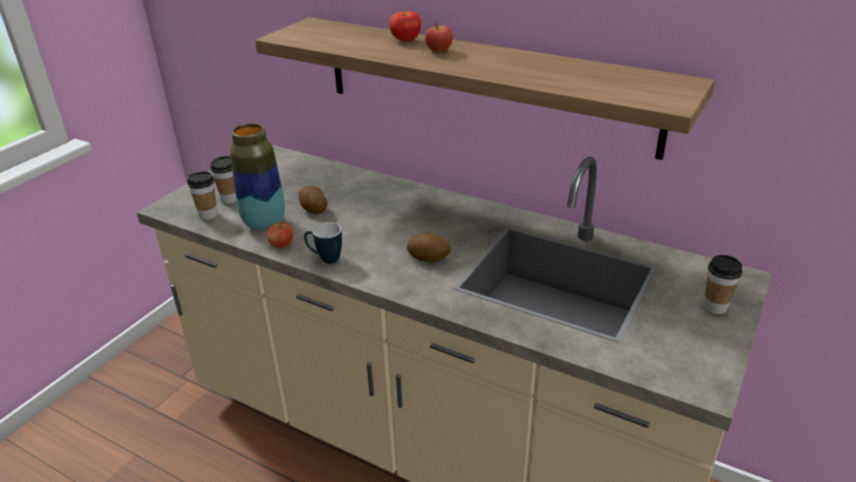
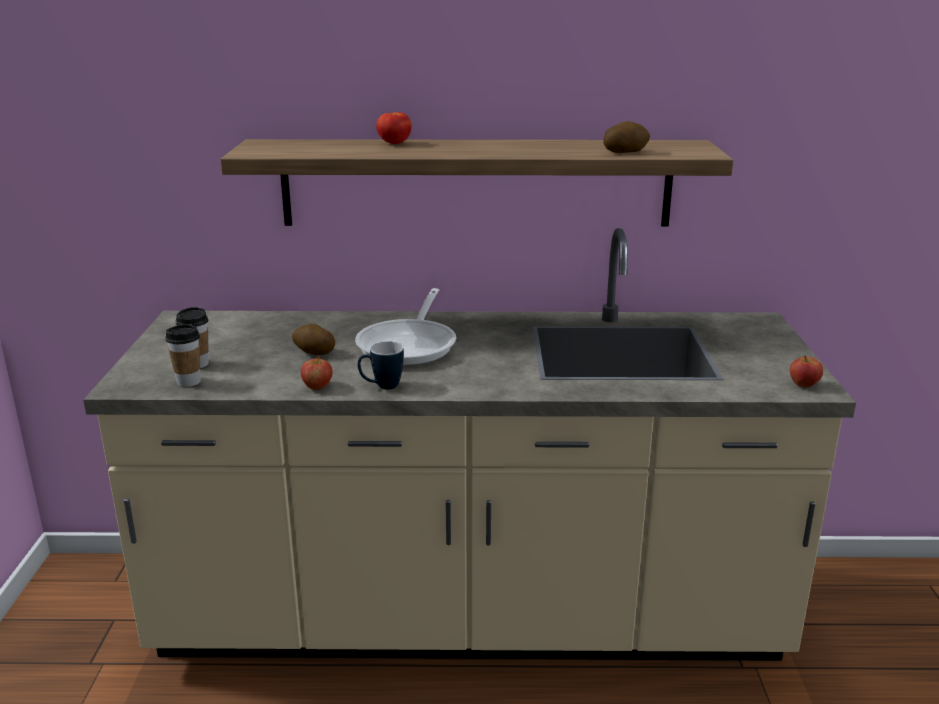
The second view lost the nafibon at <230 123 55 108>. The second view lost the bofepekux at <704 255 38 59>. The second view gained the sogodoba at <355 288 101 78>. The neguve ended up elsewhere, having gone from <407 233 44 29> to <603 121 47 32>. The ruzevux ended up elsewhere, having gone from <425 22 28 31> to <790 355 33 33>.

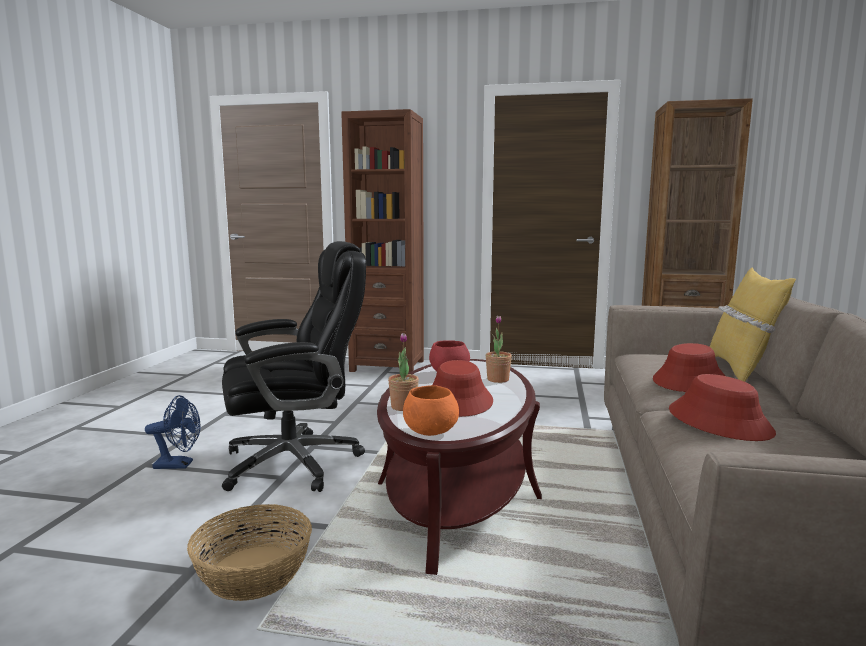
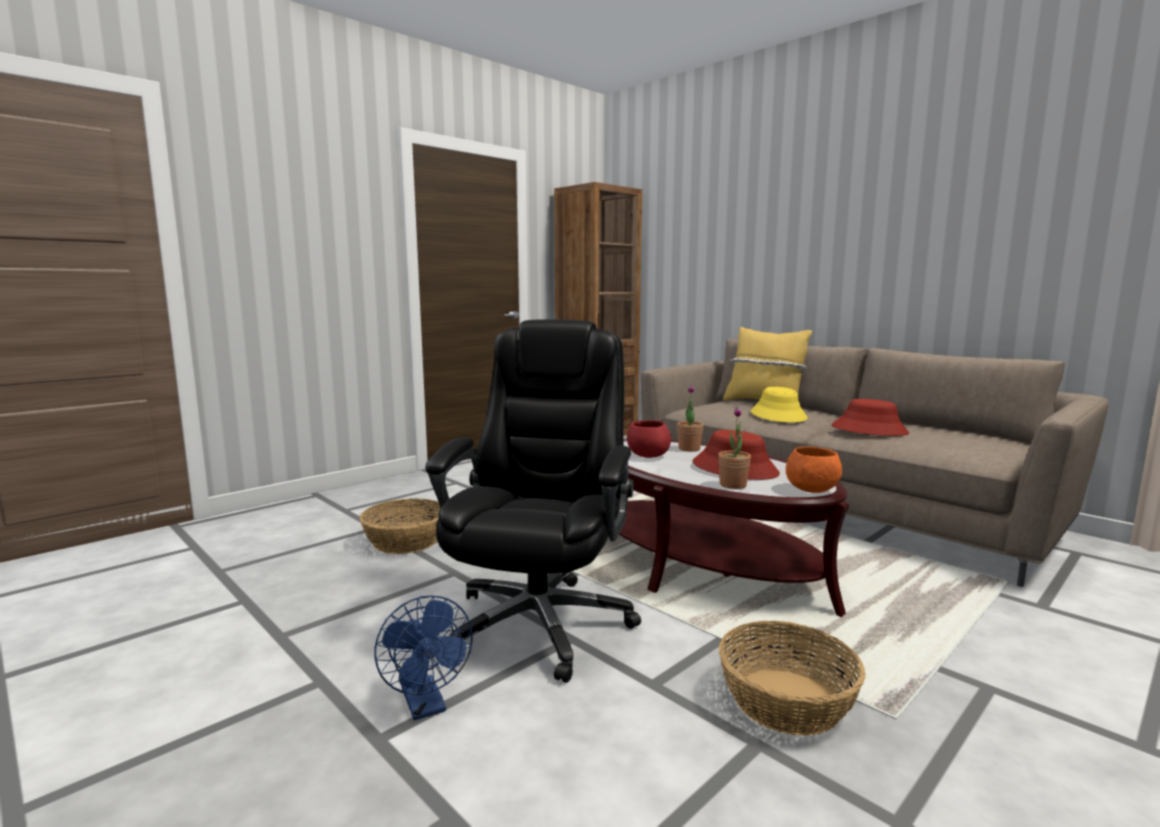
The second view lost the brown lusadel at <341 109 83 263>. The second view gained the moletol at <360 498 80 56>. What was the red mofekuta at <653 343 72 49> turned into the yellow mofekuta at <751 387 57 36>. The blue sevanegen at <145 395 56 74> ended up facing another way, 120 degrees clockwise from before.

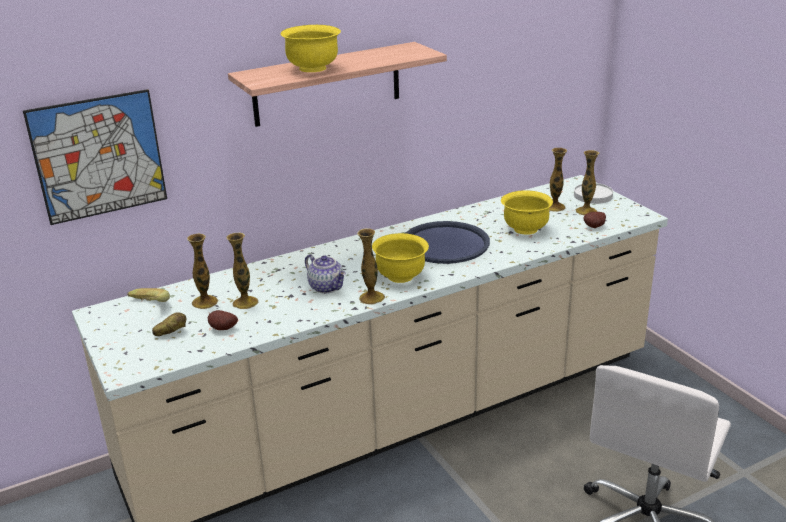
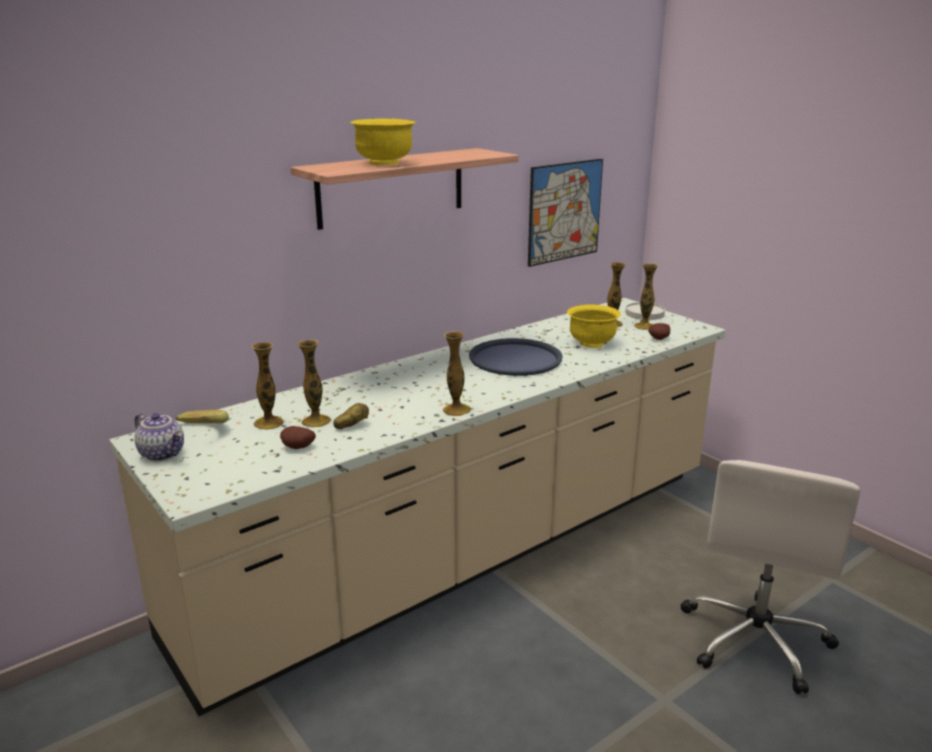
The second view lost the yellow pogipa at <372 233 57 50>. The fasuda ended up elsewhere, having gone from <23 89 144 136> to <528 159 75 108>. The neguve ended up elsewhere, having gone from <152 312 34 24> to <333 403 36 26>. The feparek ended up elsewhere, having gone from <305 254 41 39> to <134 413 50 48>.

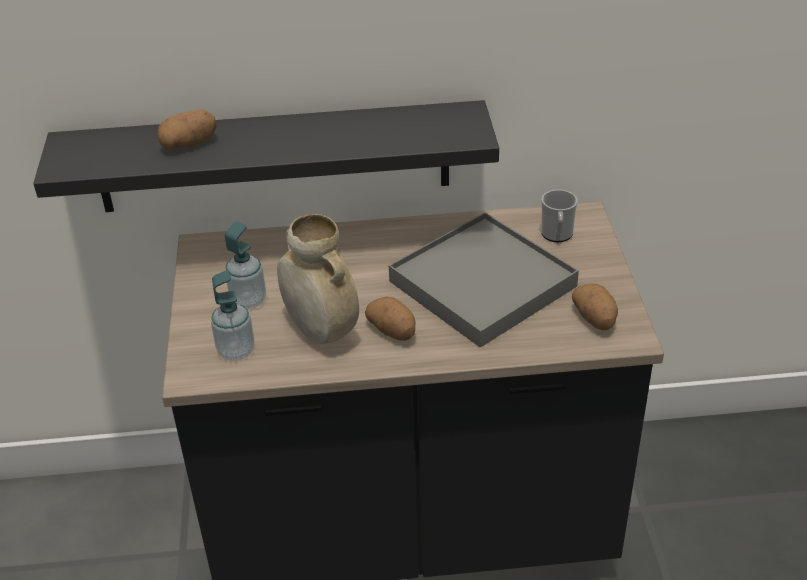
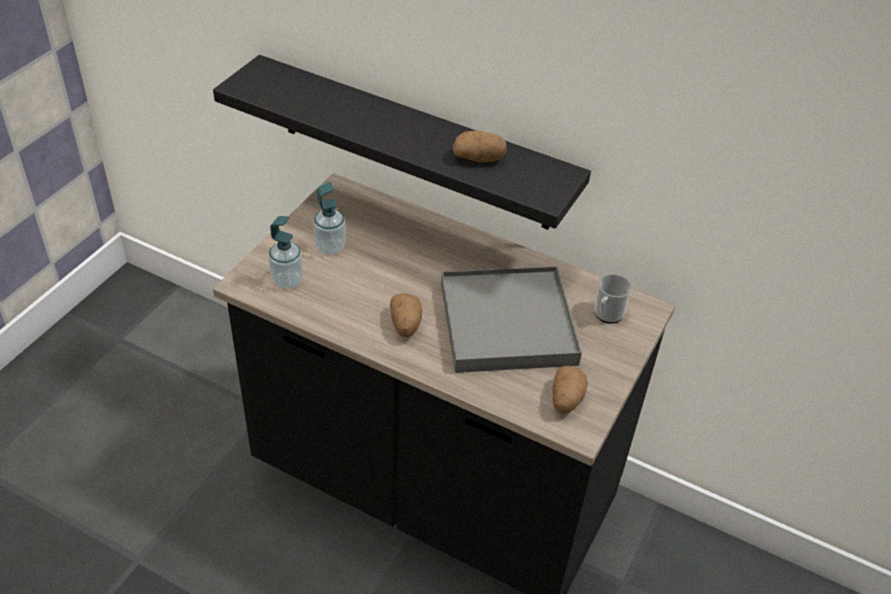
The second view lost the beige nafibon at <277 214 82 130>. The neguve ended up elsewhere, having gone from <157 110 60 39> to <452 131 55 32>.

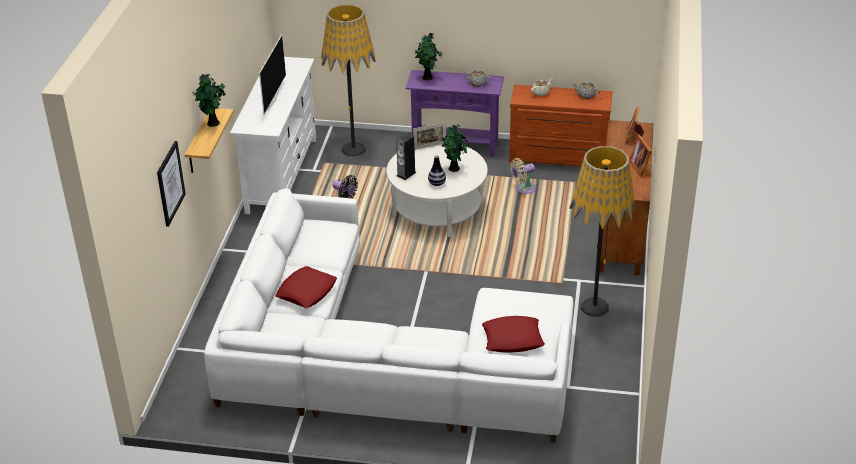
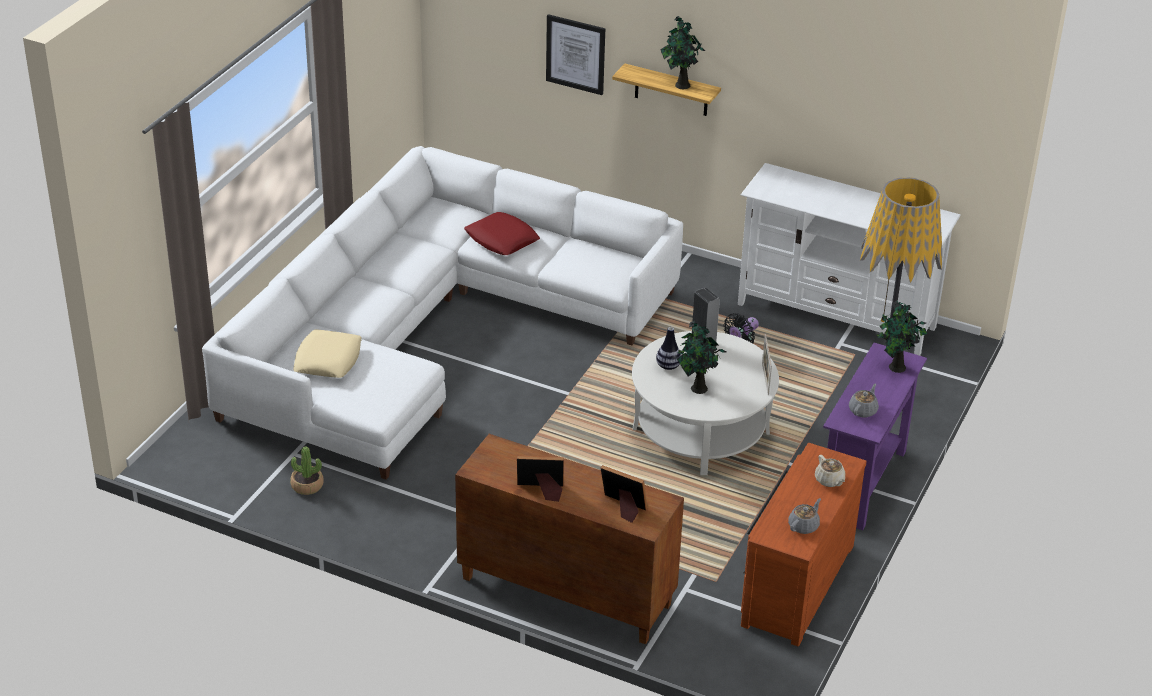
The second view lost the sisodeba at <259 34 27 81>. The second view lost the beige sevanegen at <511 158 25 36>. The second view lost the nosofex at <569 146 67 171>. The second view gained the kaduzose at <290 447 34 48>. What was the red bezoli at <482 316 63 37> turned into the beige bezoli at <293 329 68 49>.

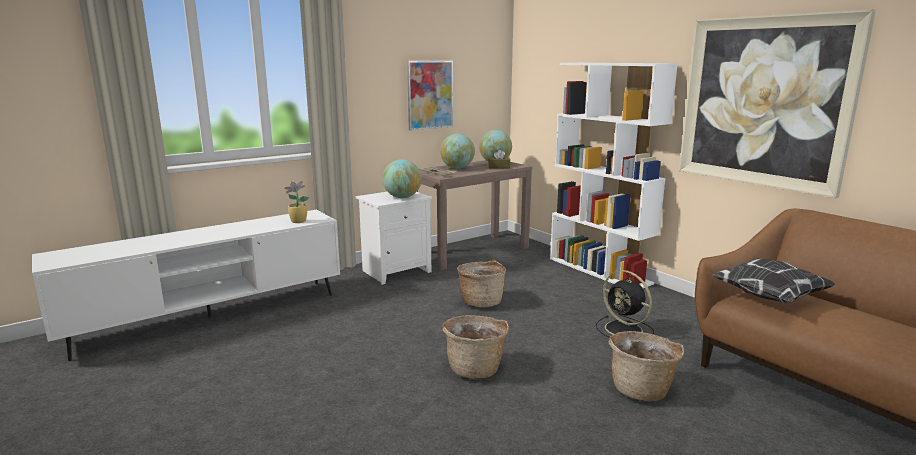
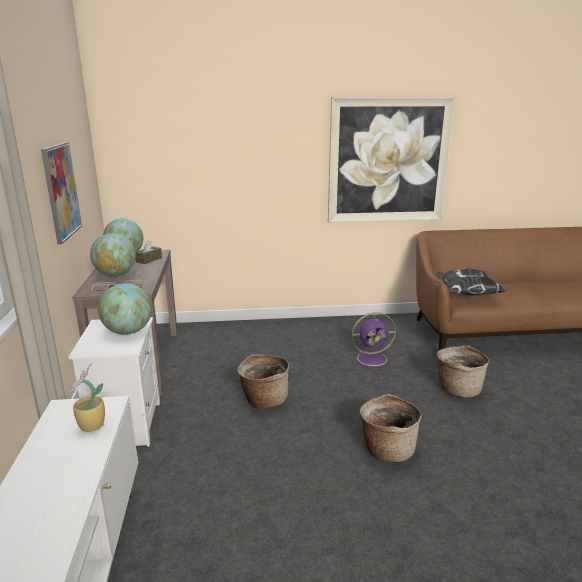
The second view lost the white lusadel at <550 63 128 225>. What was the black sevanegen at <596 270 58 67> turned into the purple sevanegen at <348 312 48 58>.

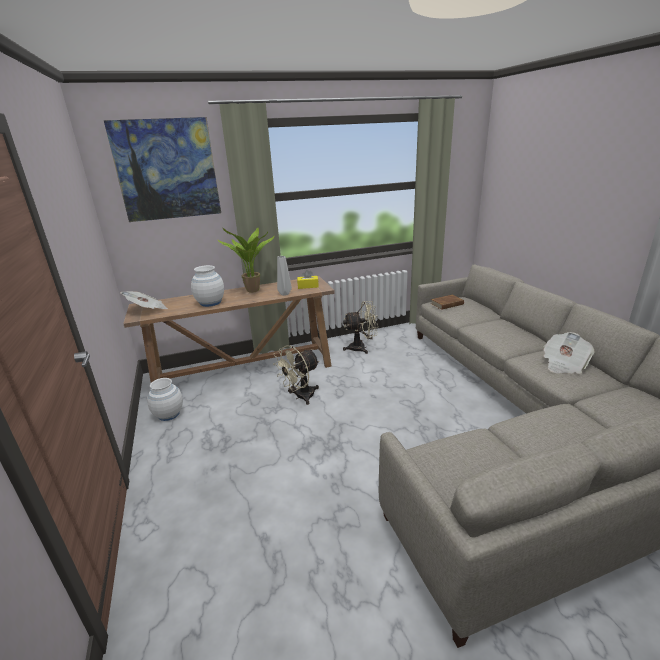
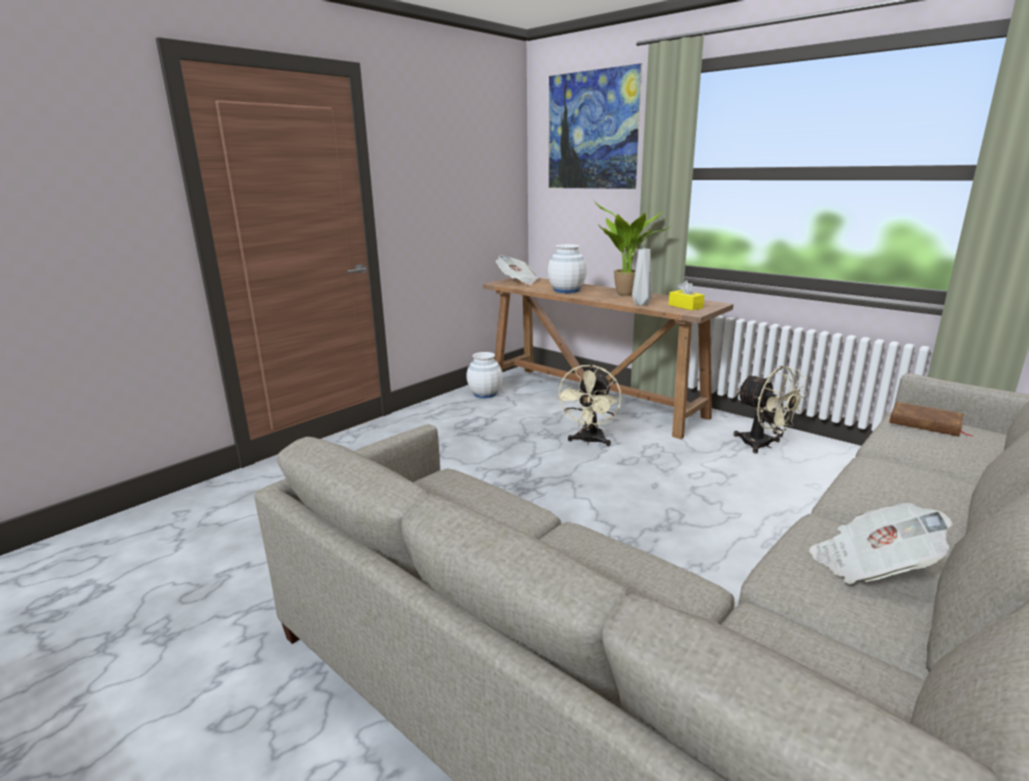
The beige sevanegen at <273 345 47 60> ended up facing another way, 90 degrees counterclockwise from before.

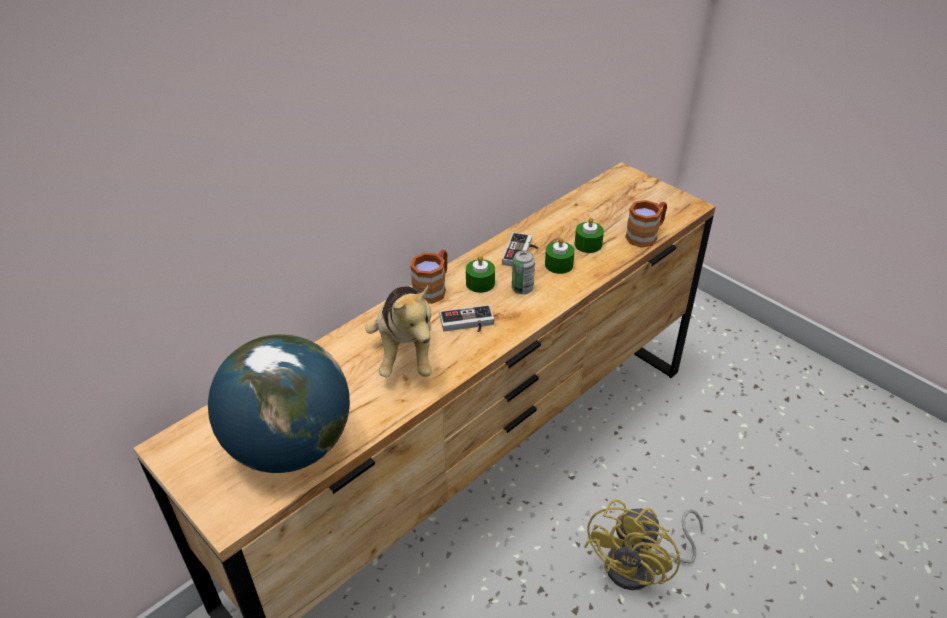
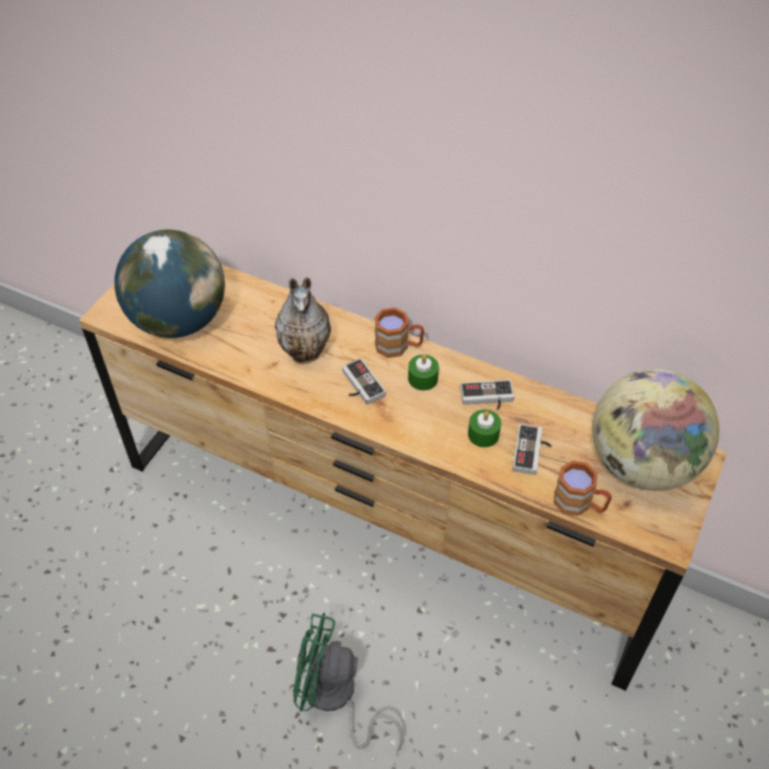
The second view lost the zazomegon at <512 250 23 44>. The second view gained the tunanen at <592 369 127 122>. Where the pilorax stood at <365 286 67 91>, the nafibon came to stand at <275 277 56 87>. Where the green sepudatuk stood at <575 217 29 36>, the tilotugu came to stand at <513 424 39 51>. What was the yellow sevanegen at <584 500 119 90> turned into the green sevanegen at <293 613 111 138>.

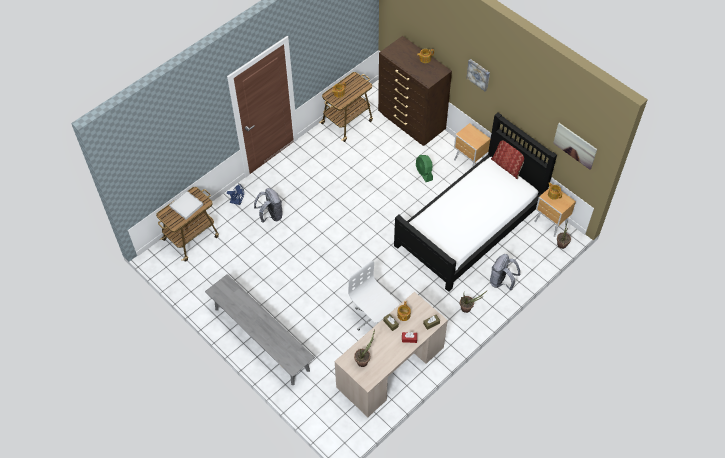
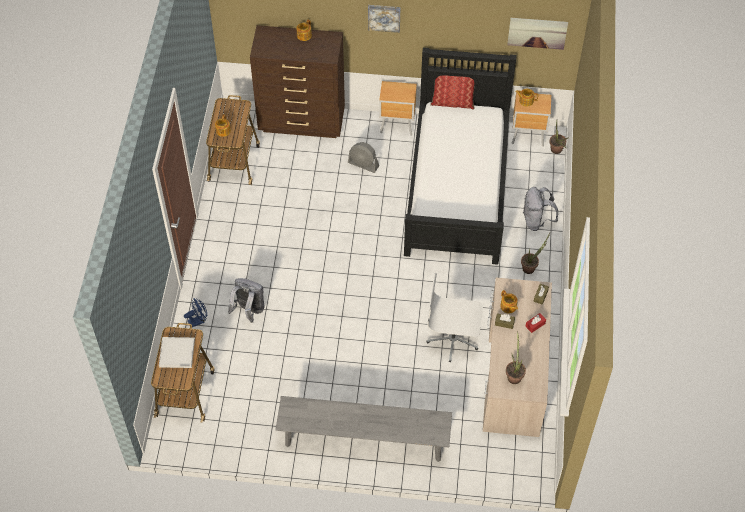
What was the green sevanegen at <416 155 17 27> turned into the grey sevanegen at <348 142 31 31>.

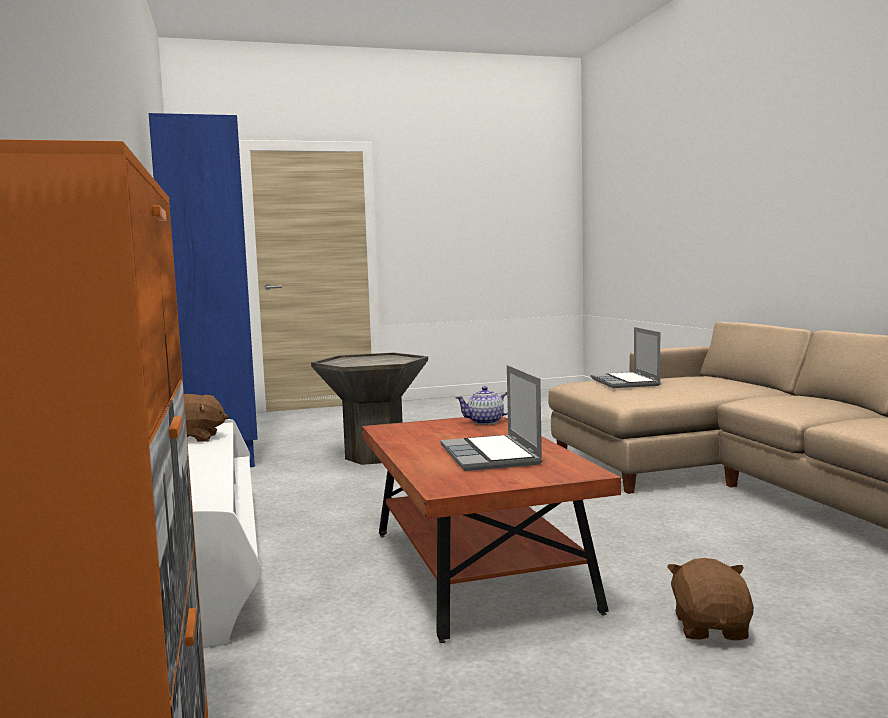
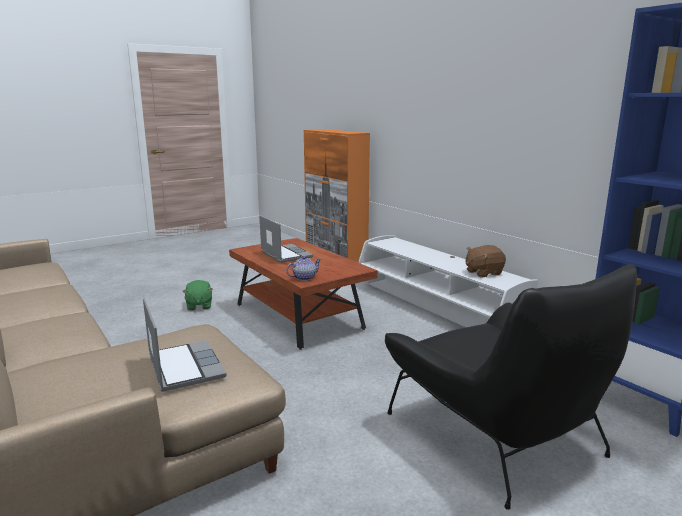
Where the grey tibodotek stood at <311 353 117 112>, the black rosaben came to stand at <385 264 252 246>. What was the brown pilorax at <667 558 87 82> turned into the green pilorax at <182 280 30 31>.

